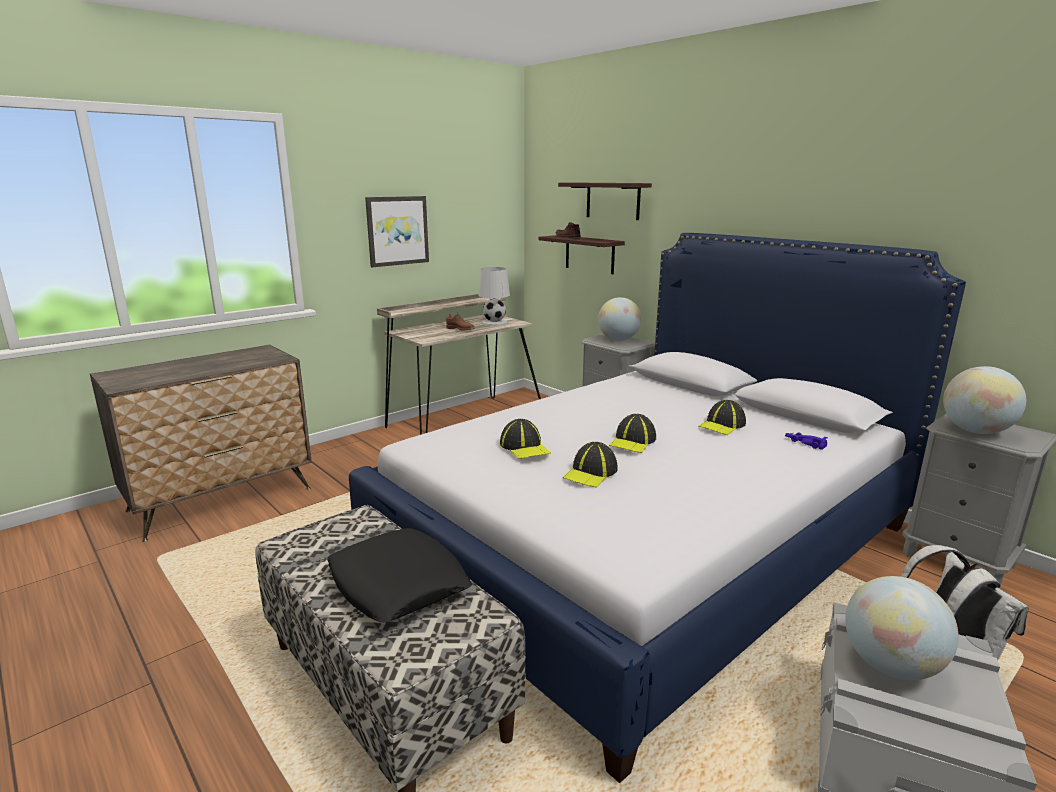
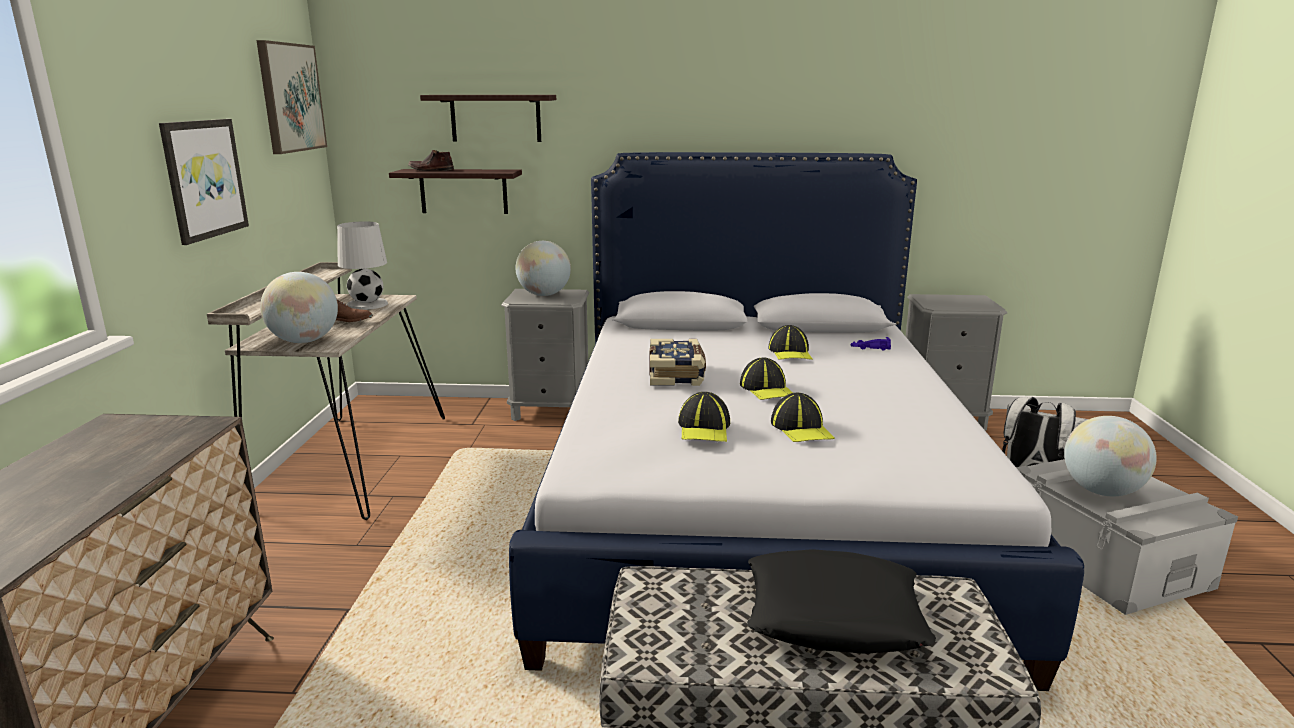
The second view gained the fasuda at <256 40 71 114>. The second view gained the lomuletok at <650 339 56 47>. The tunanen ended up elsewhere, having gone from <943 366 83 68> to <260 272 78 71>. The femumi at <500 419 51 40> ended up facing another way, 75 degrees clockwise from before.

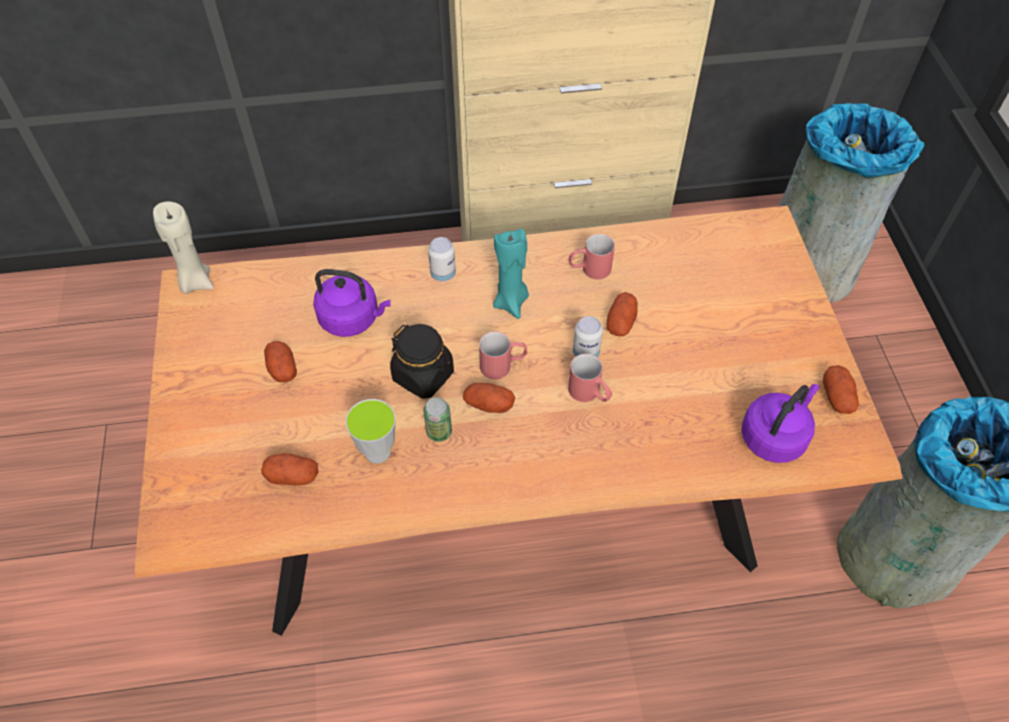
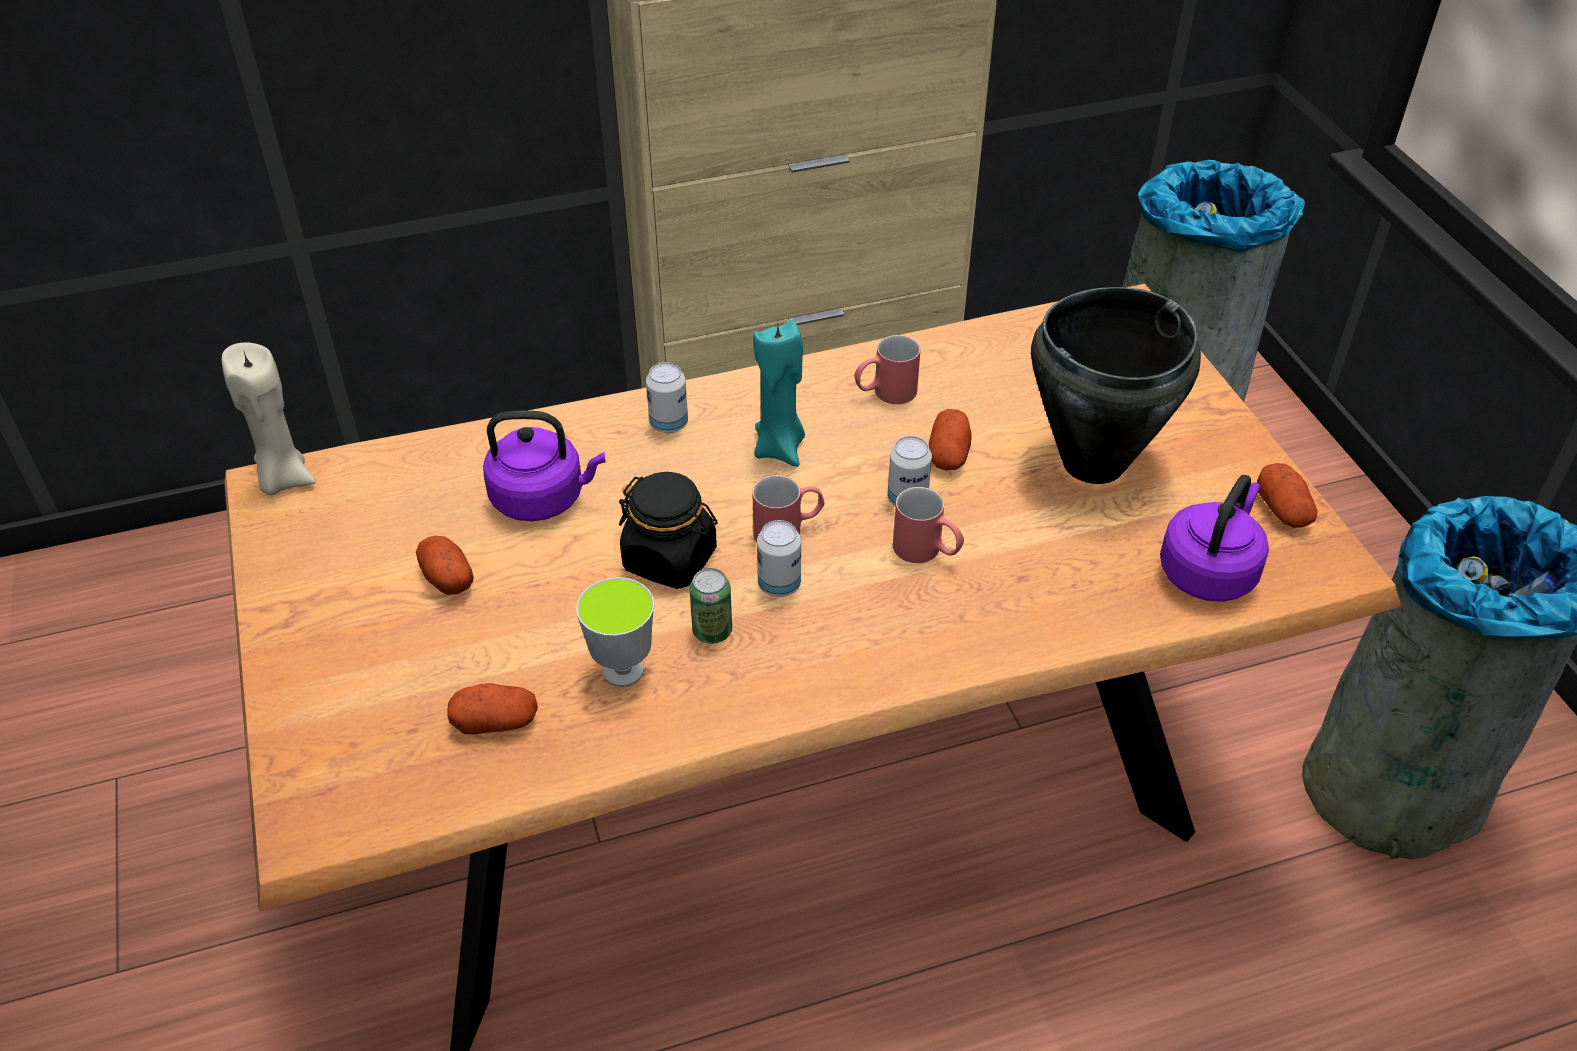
The second view gained the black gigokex at <1031 287 170 197>. Where the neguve stood at <463 383 52 30>, the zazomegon came to stand at <757 520 44 77>.

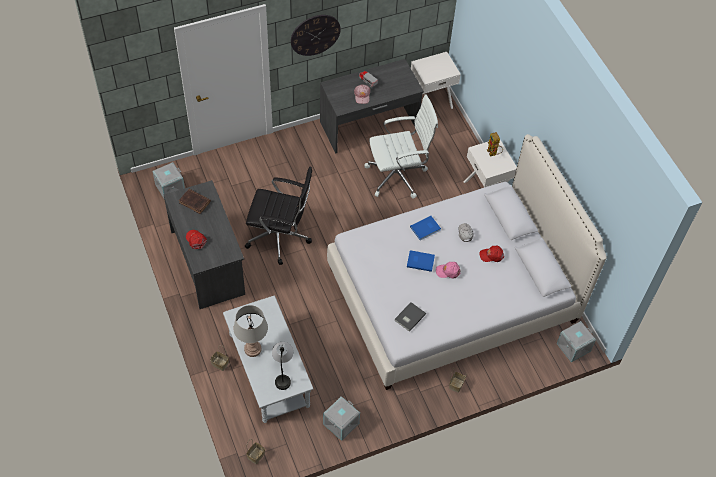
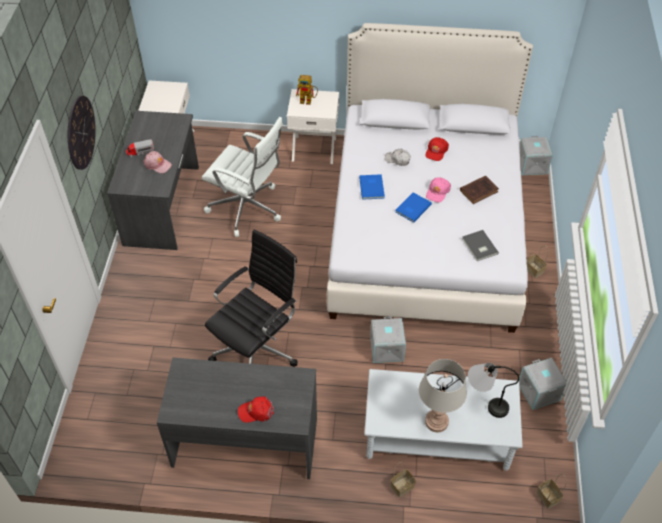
The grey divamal ended up elsewhere, having gone from <152 162 33 36> to <370 317 36 46>. The brown lomuletok ended up elsewhere, having gone from <179 189 32 25> to <460 176 39 28>. The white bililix at <365 94 73 105> ended up facing another way, 105 degrees clockwise from before.

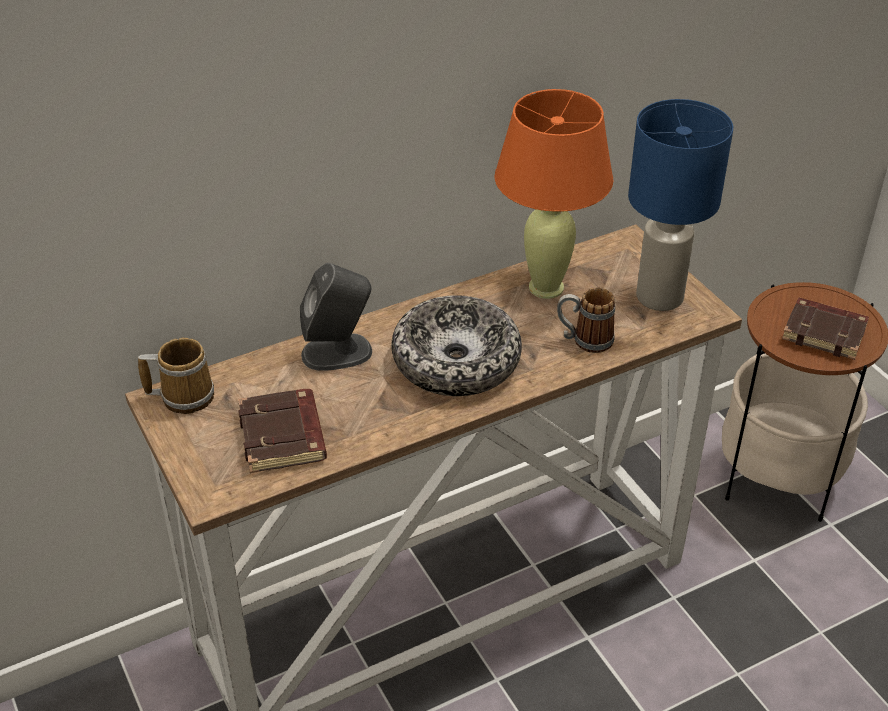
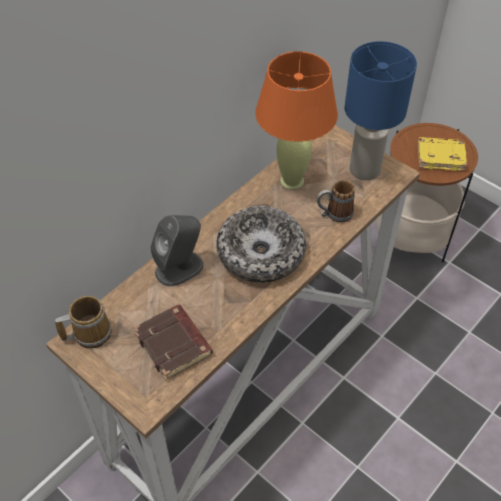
What was the brown lomuletok at <782 298 87 62> turned into the yellow lomuletok at <418 137 49 34>.

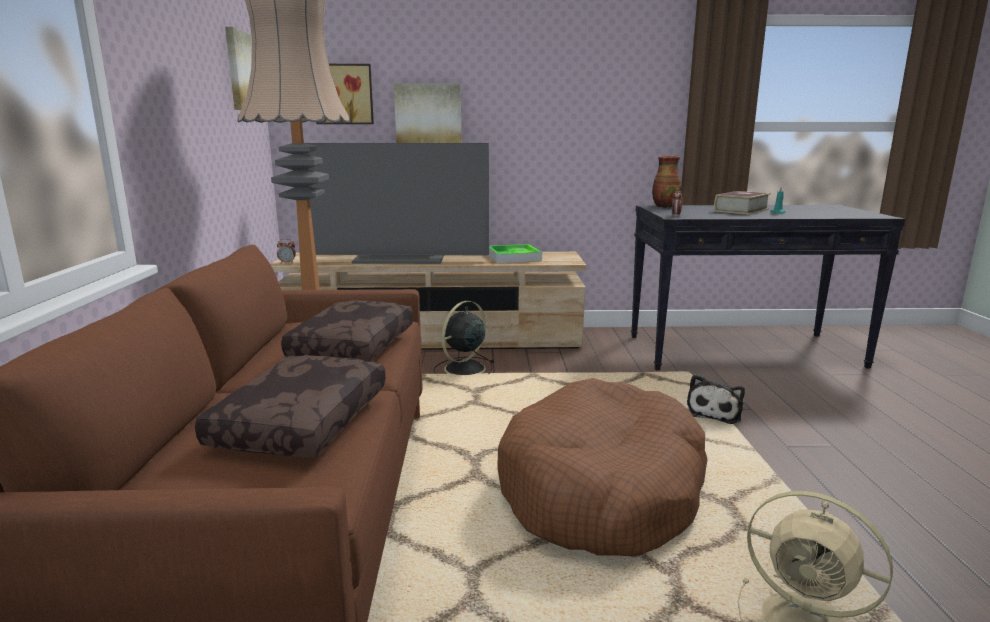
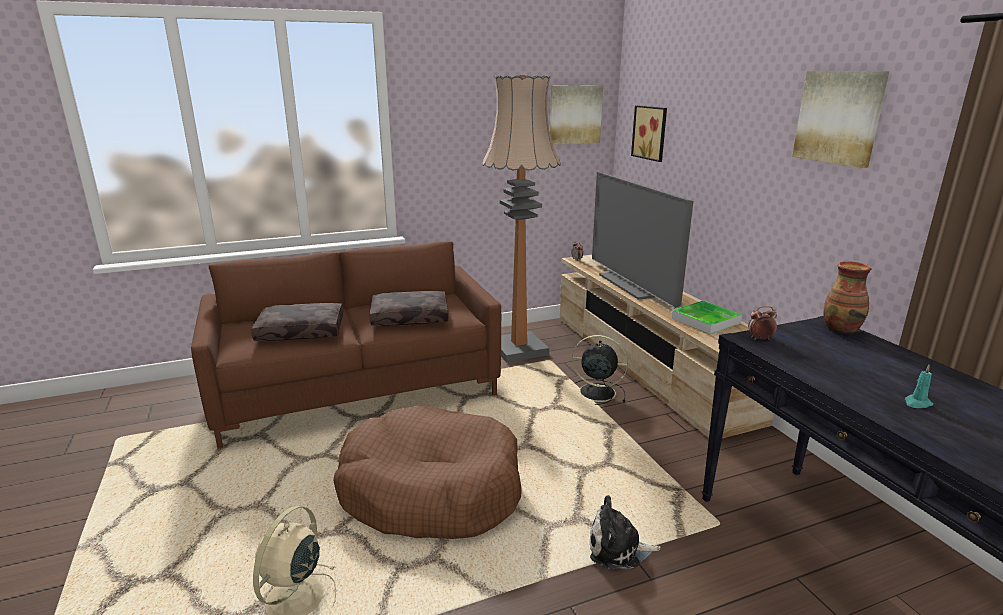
The second view lost the lomuletok at <714 191 57 23>. The fasuda ended up elsewhere, having gone from <394 83 67 60> to <792 71 97 97>.

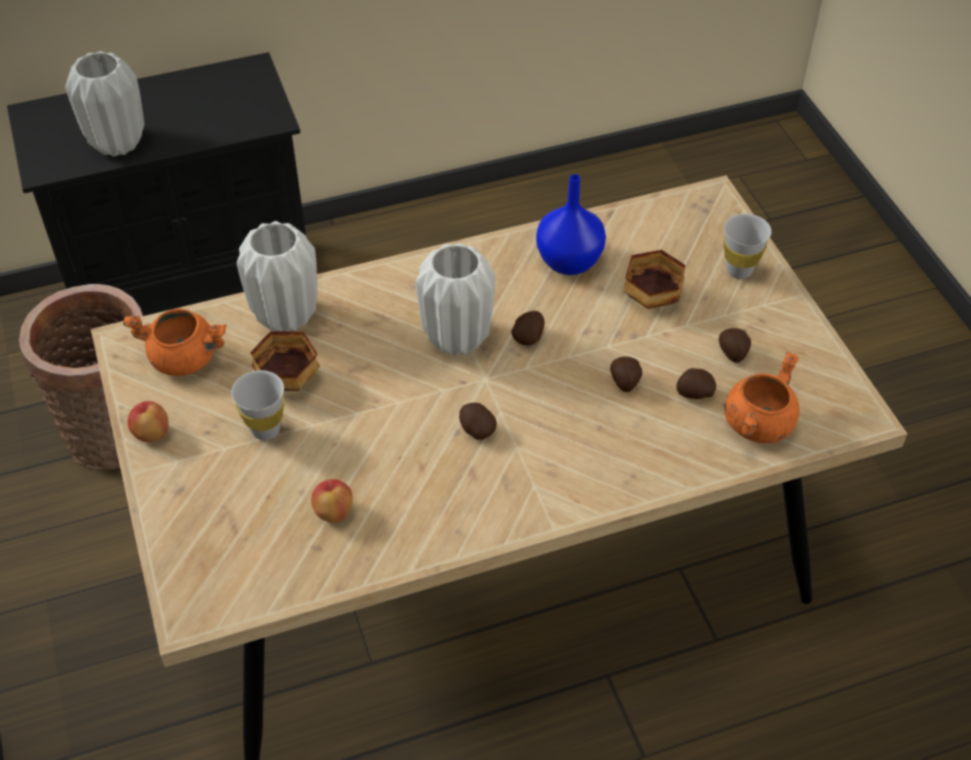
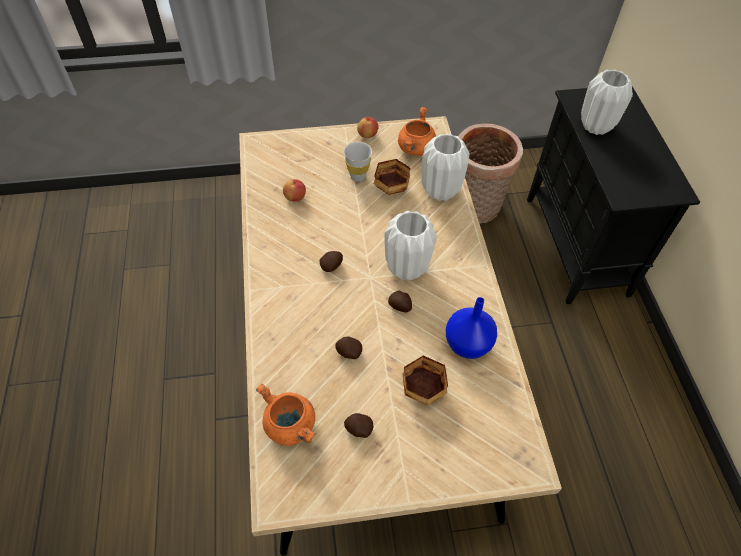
The second view lost the neguve at <676 368 40 31>. The second view lost the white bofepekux at <724 214 48 65>.

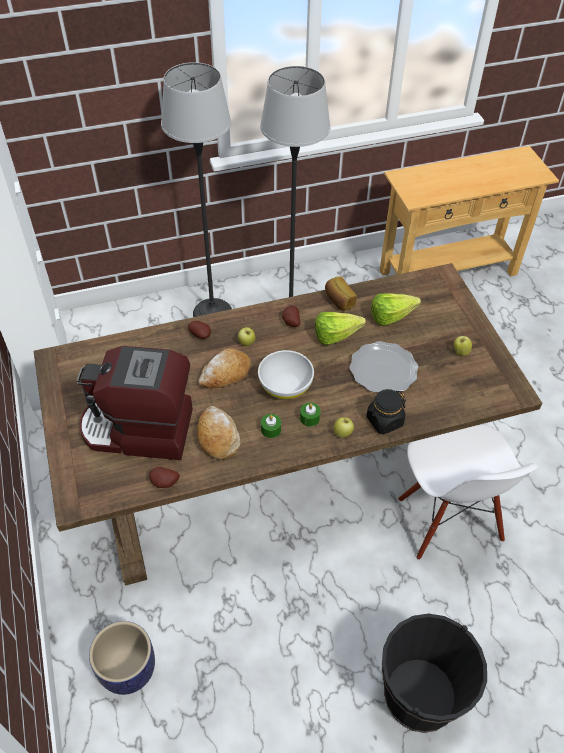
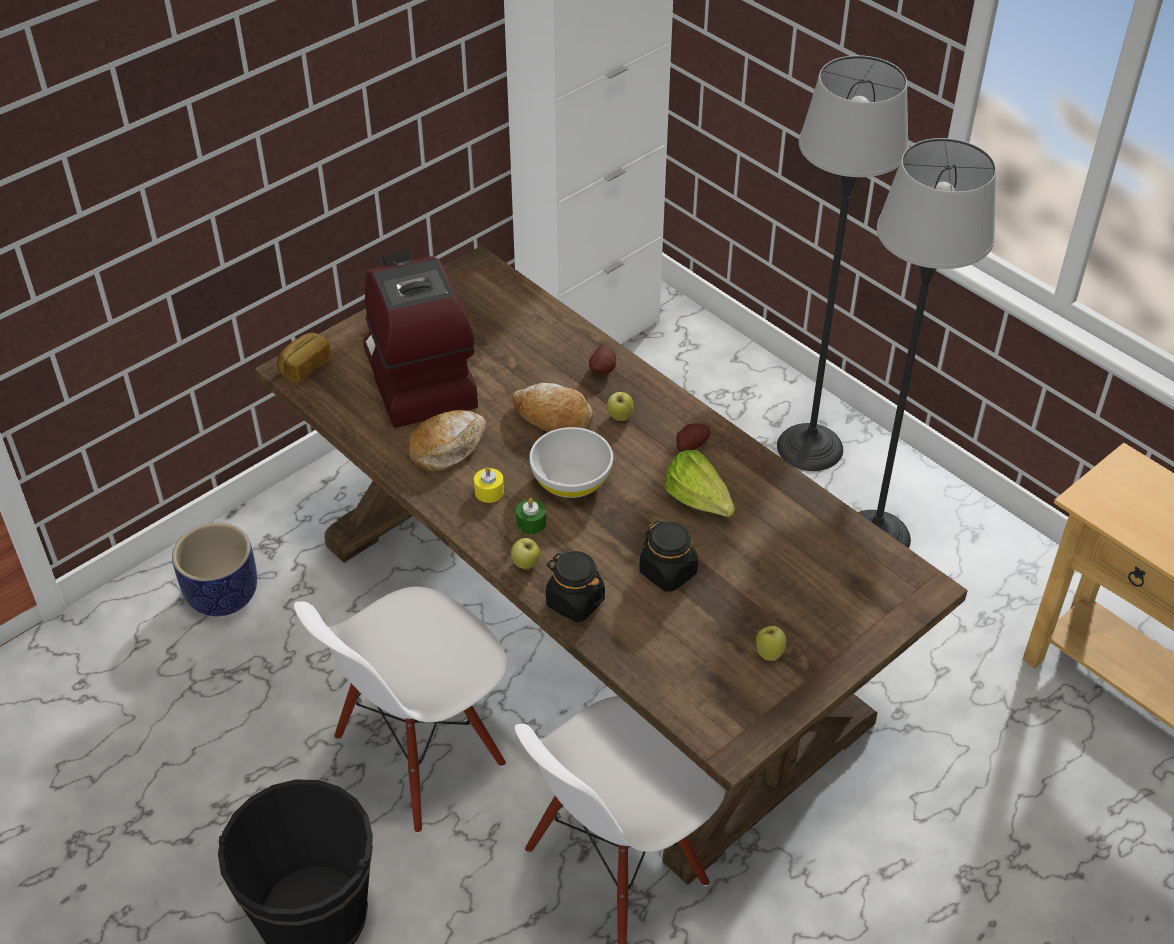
The second view lost the neguve at <149 467 31 21>. The second view lost the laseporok at <371 293 50 33>. The second view gained the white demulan at <294 586 213 247>. The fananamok ended up elsewhere, having gone from <325 277 32 34> to <277 333 54 49>. Where the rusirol stood at <349 341 69 51>, the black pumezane came to stand at <639 521 59 71>. What was the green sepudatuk at <261 414 20 24> turned into the yellow sepudatuk at <474 467 30 36>.

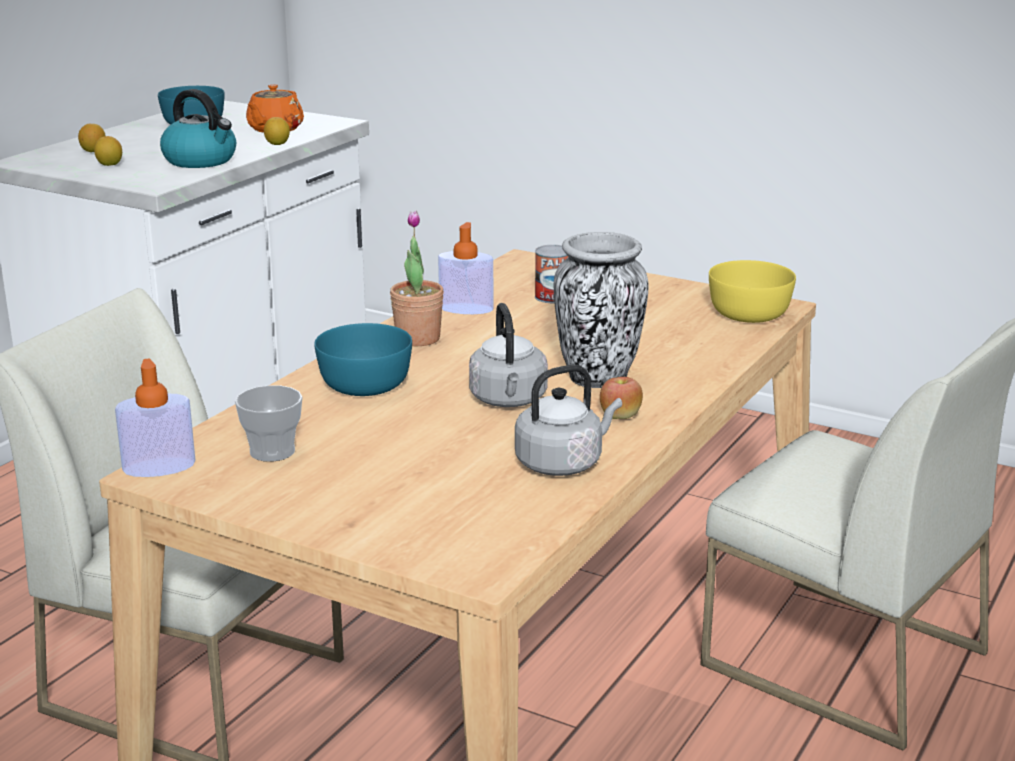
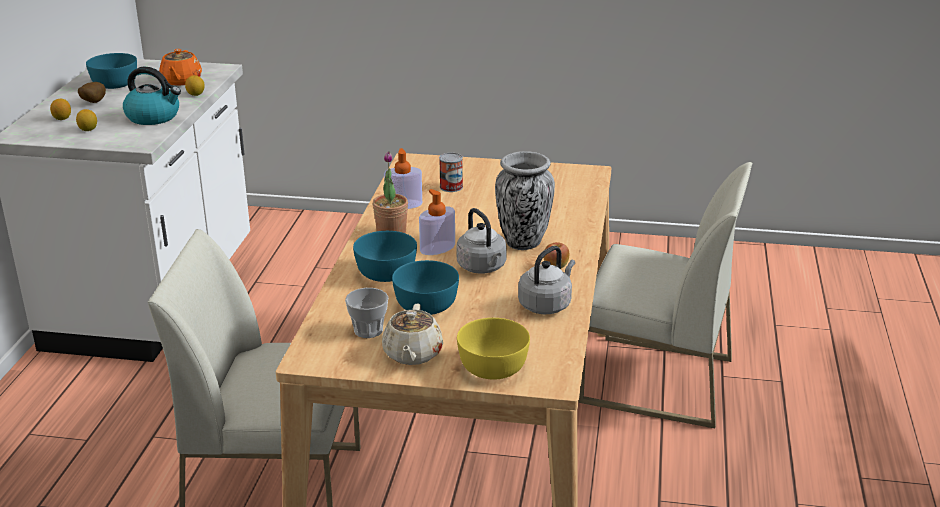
The second view gained the neguve at <78 82 28 21>. The second view gained the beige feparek at <382 303 61 62>. The second view gained the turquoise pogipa at <392 260 67 55>. The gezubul ended up elsewhere, having gone from <115 359 80 118> to <419 189 36 66>. The yellow pogipa ended up elsewhere, having gone from <709 260 87 63> to <457 318 73 62>.

